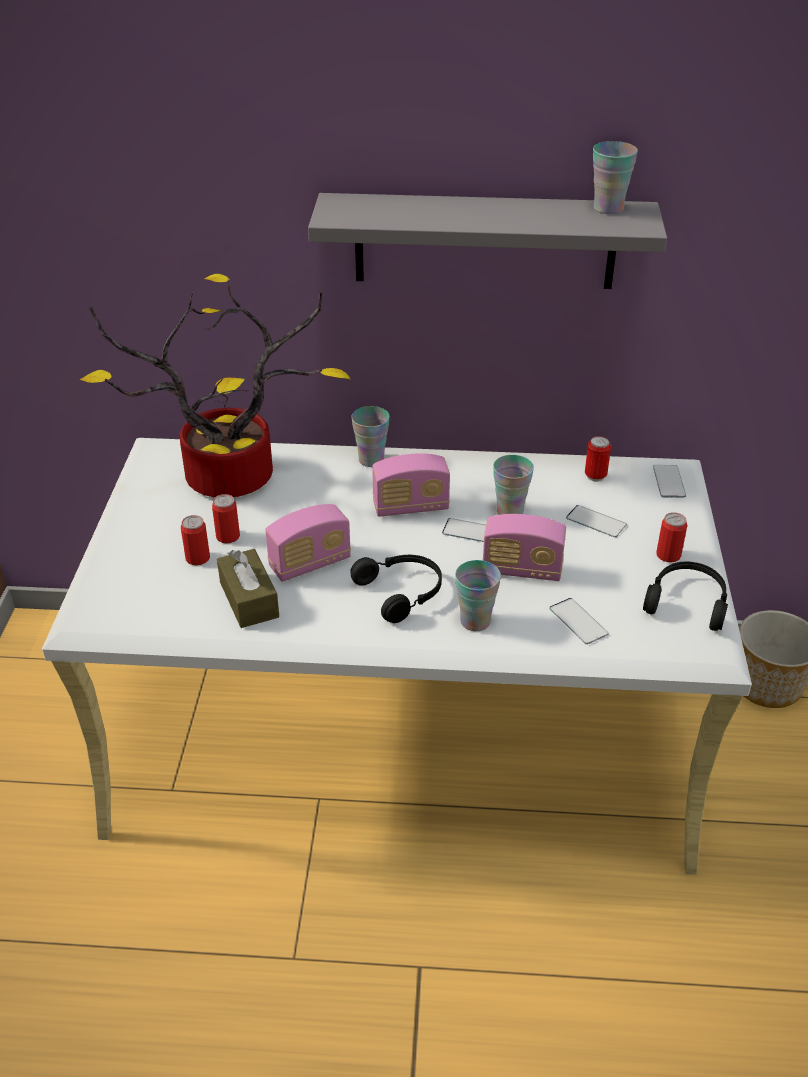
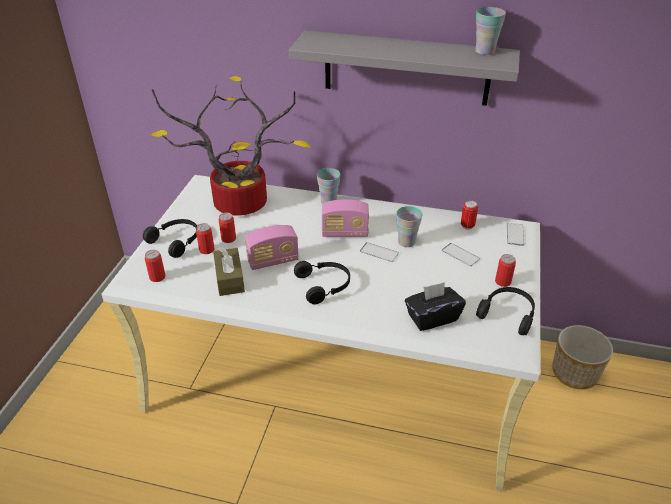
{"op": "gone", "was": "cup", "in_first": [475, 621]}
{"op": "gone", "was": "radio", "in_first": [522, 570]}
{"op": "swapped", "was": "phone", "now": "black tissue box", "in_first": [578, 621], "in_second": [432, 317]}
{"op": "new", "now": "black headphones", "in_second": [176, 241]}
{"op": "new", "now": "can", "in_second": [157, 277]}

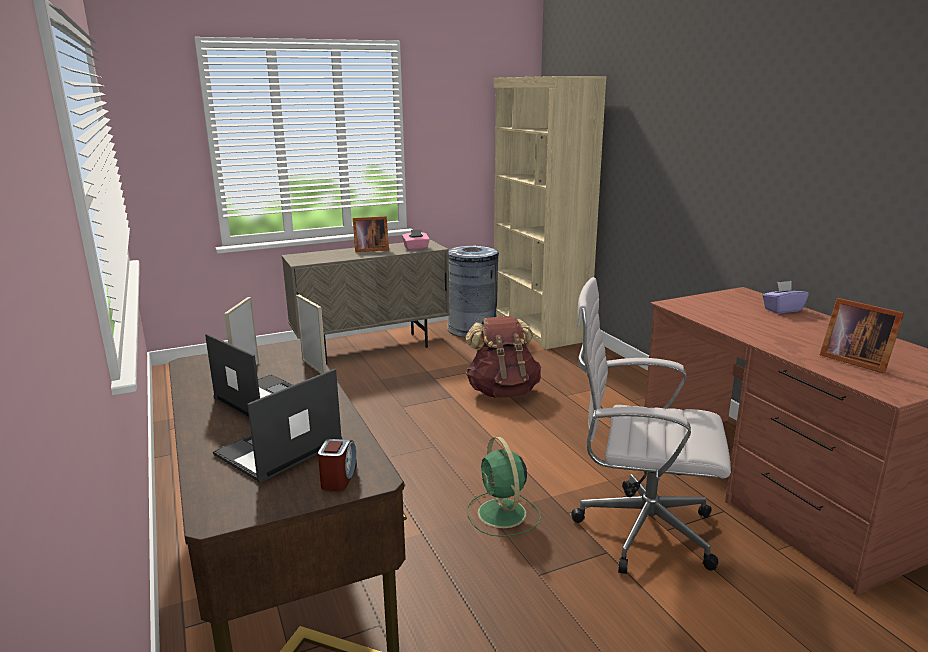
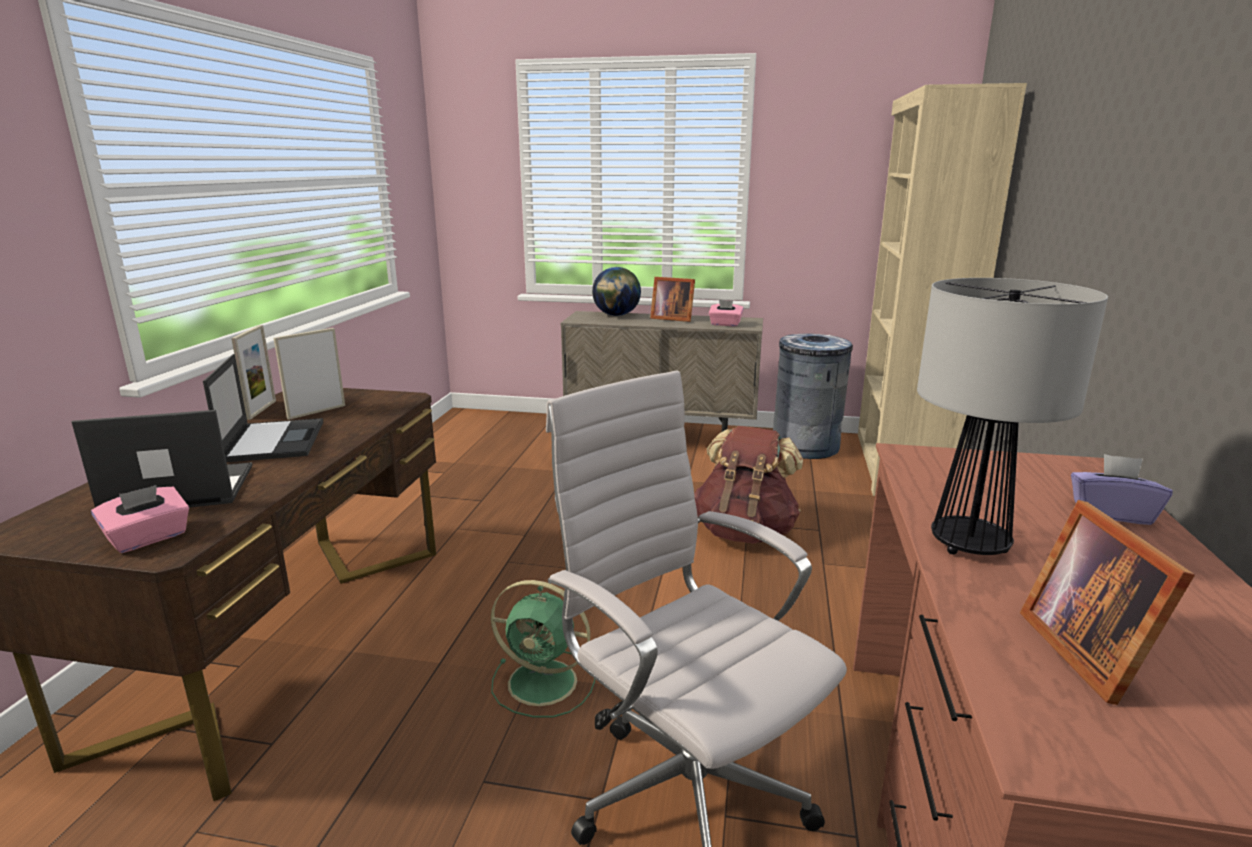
{"op": "shifted", "was": "picture frame", "in_first": [314, 367], "in_second": [262, 410]}
{"op": "swapped", "was": "alarm clock", "now": "pink tissue box", "in_first": [339, 478], "in_second": [148, 538]}
{"op": "rotated", "was": "green fan", "in_first": [503, 514], "in_second": [545, 683], "clockwise": -90}
{"op": "new", "now": "globe", "in_second": [616, 315]}
{"op": "new", "now": "table lamp", "in_second": [970, 545]}

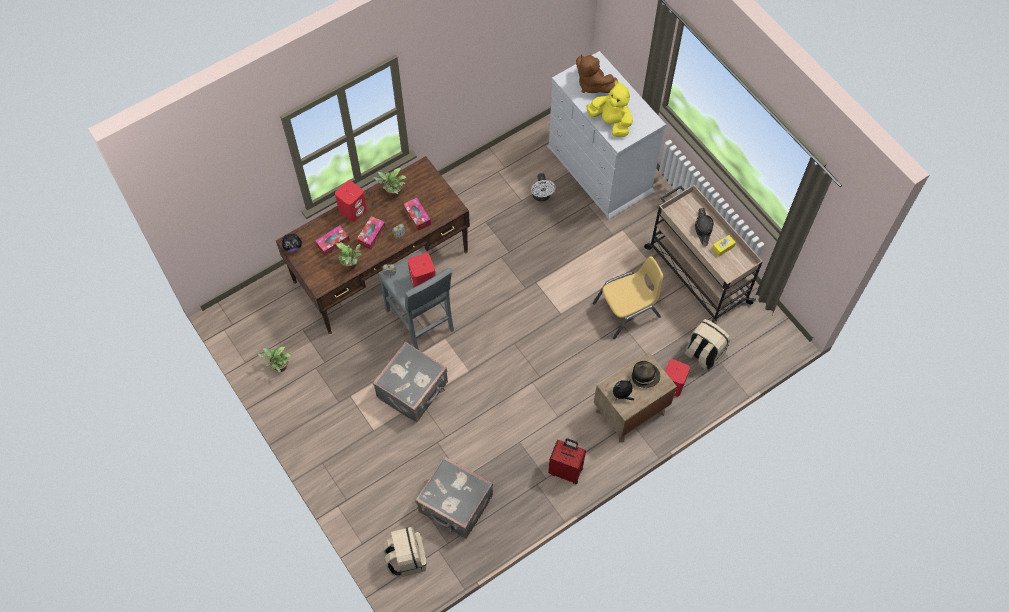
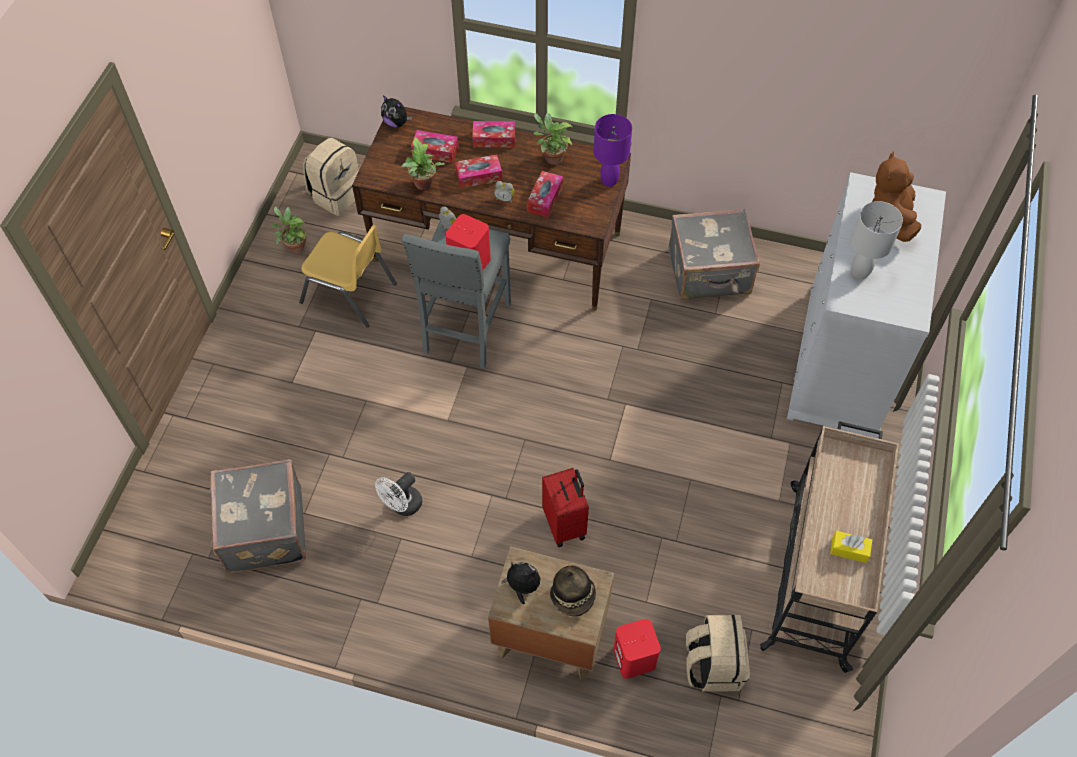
{"op": "swapped", "was": "red speaker", "now": "tissue box", "in_first": [353, 210], "in_second": [494, 139]}
{"op": "shifted", "was": "grey suitcase", "in_first": [413, 391], "in_second": [709, 273]}
{"op": "shifted", "was": "beige backpack", "in_first": [406, 558], "in_second": [336, 194]}
{"op": "shifted", "was": "white fan", "in_first": [541, 196], "in_second": [402, 506]}
{"op": "shifted", "was": "red suitcase", "in_first": [566, 470], "in_second": [565, 524]}
{"op": "swapped", "was": "yellow plush toy", "now": "white table lamp", "in_first": [611, 122], "in_second": [860, 272]}
{"op": "shifted", "was": "yellow chair", "in_first": [627, 310], "in_second": [349, 293]}
{"op": "gone", "was": "black hat", "in_first": [703, 228]}
{"op": "new", "now": "purple table lamp", "in_second": [610, 181]}

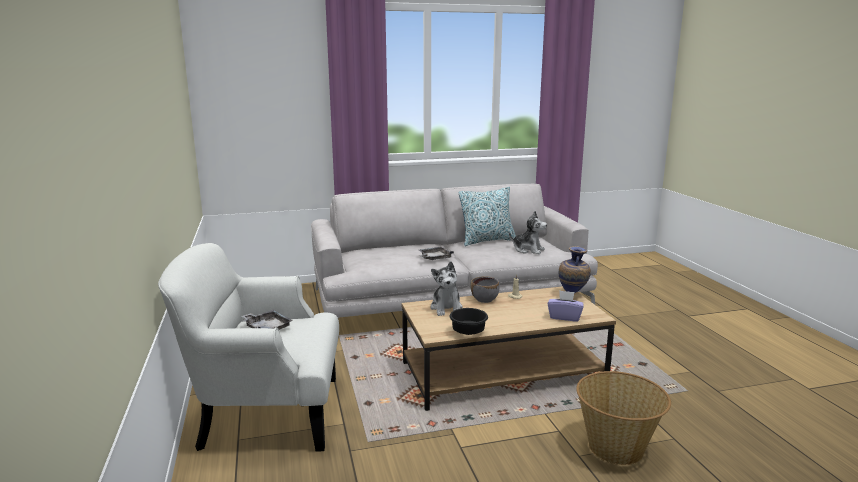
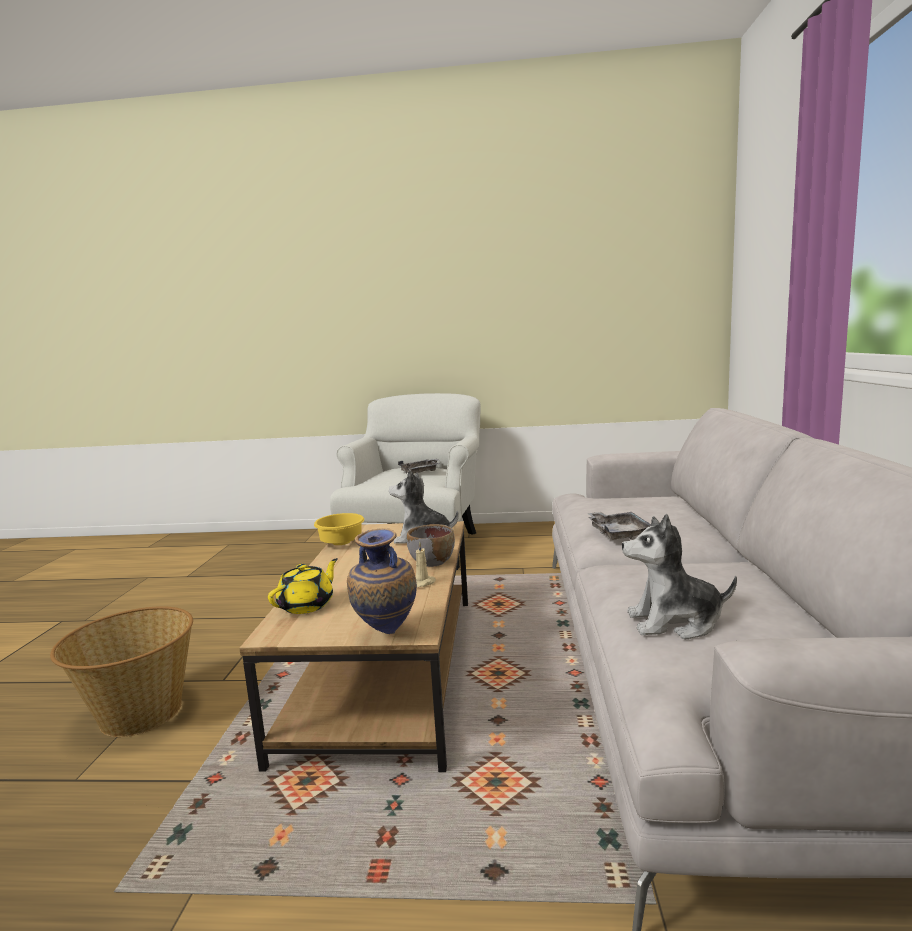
{"op": "repainted", "was": "black bowl", "now": "yellow bowl", "in_first": [467, 332], "in_second": [342, 542]}
{"op": "gone", "was": "pillow", "in_first": [487, 240]}
{"op": "rotated", "was": "plush toy", "in_first": [528, 250], "in_second": [674, 622], "clockwise": 45}
{"op": "swapped", "was": "purple tissue box", "now": "yellow teapot", "in_first": [564, 317], "in_second": [307, 605]}

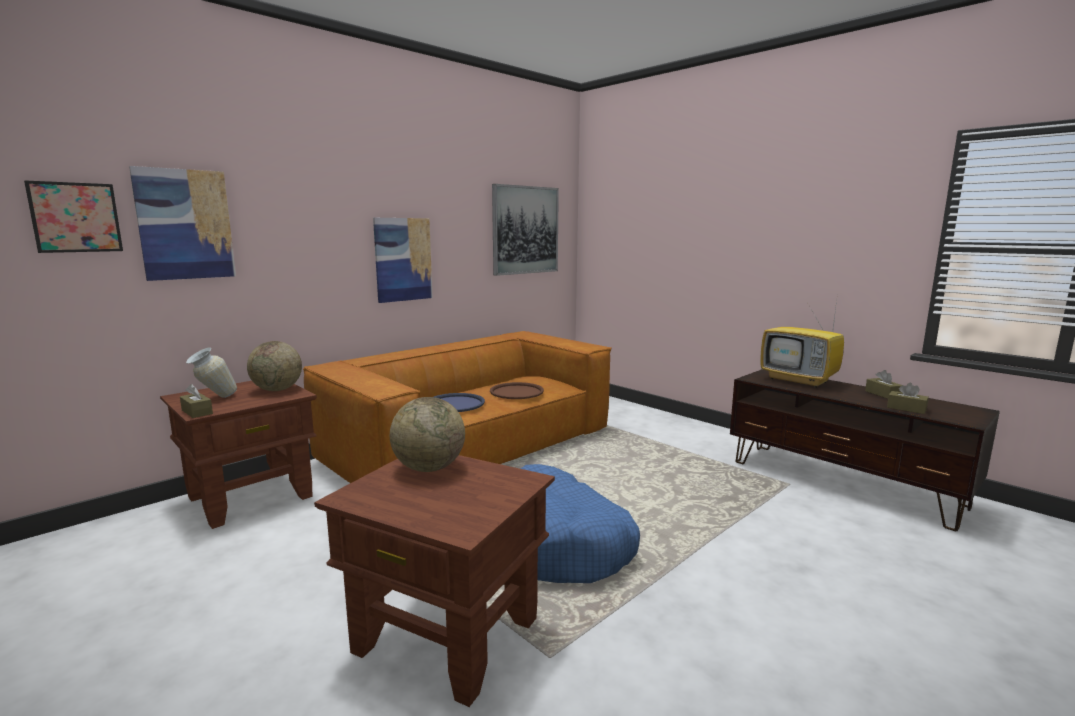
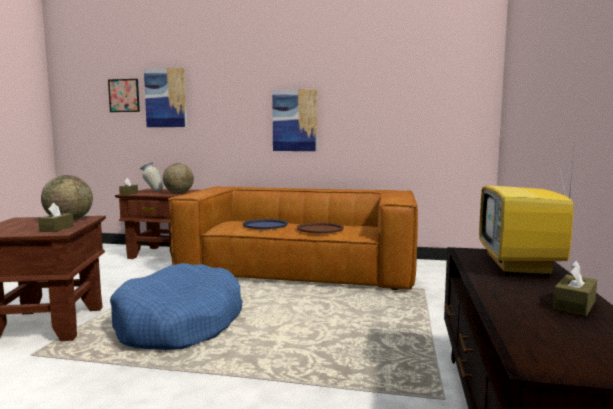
{"op": "gone", "was": "picture", "in_first": [525, 230]}
{"op": "shifted", "was": "brown tissue box", "in_first": [906, 408], "in_second": [57, 229]}

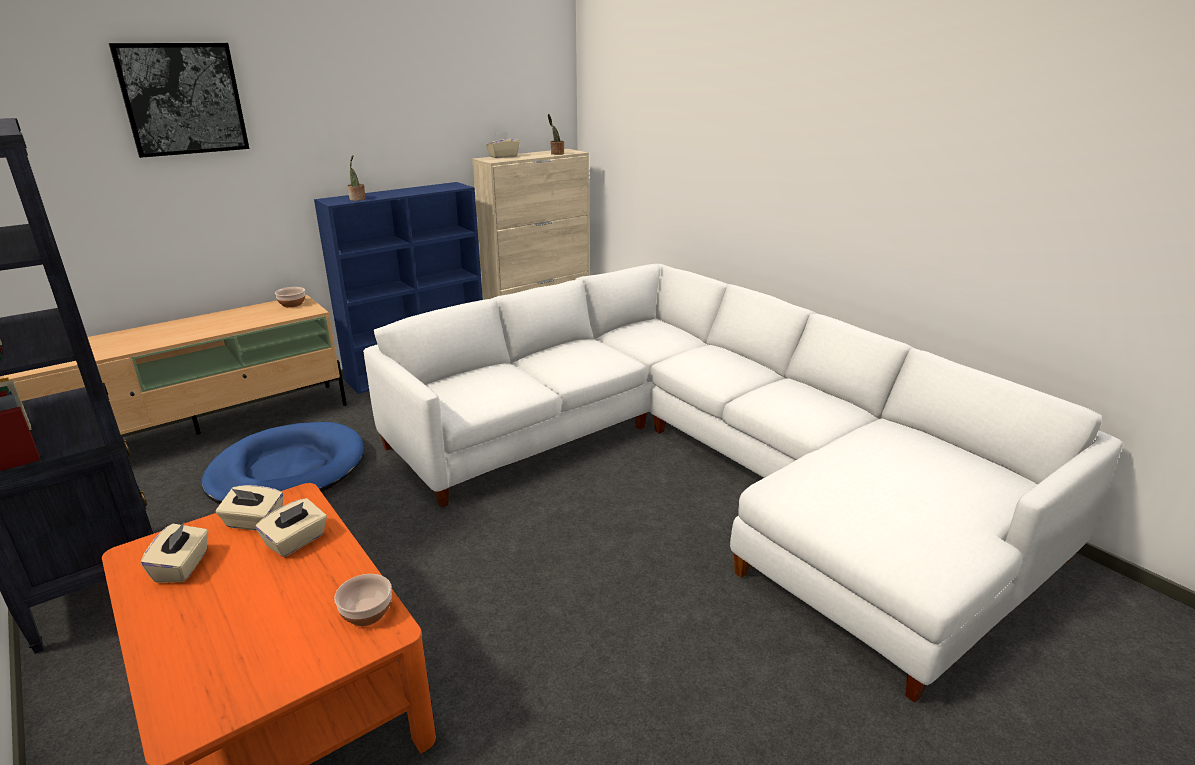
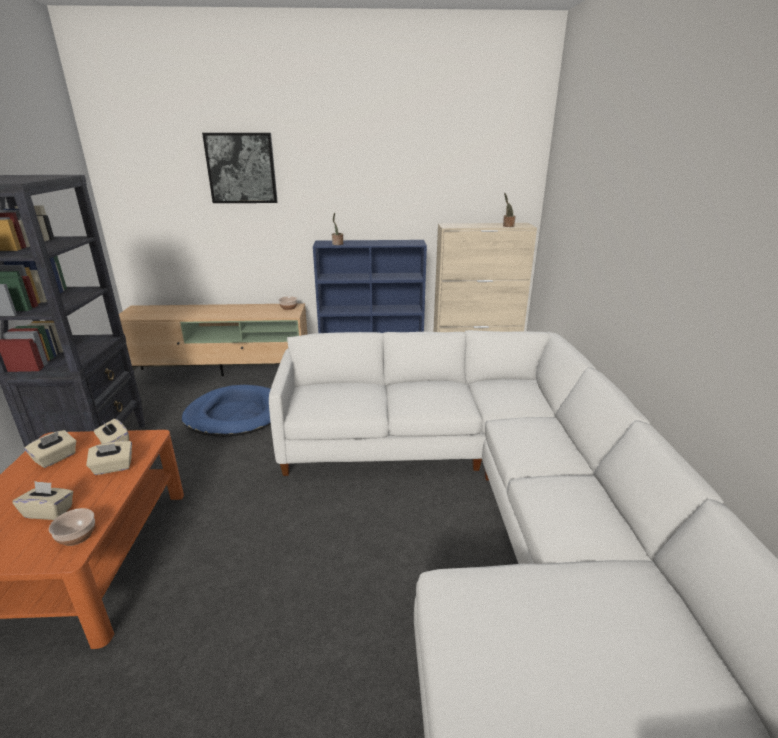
{"op": "shifted", "was": "beige tissue box", "in_first": [503, 156], "in_second": [49, 511]}

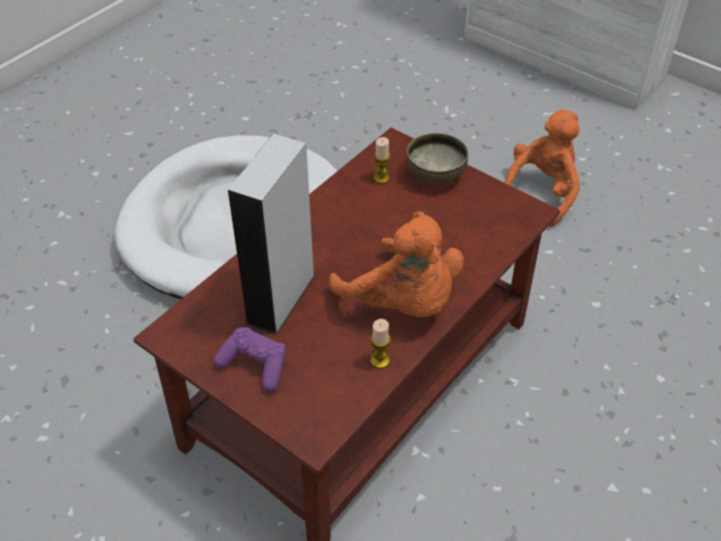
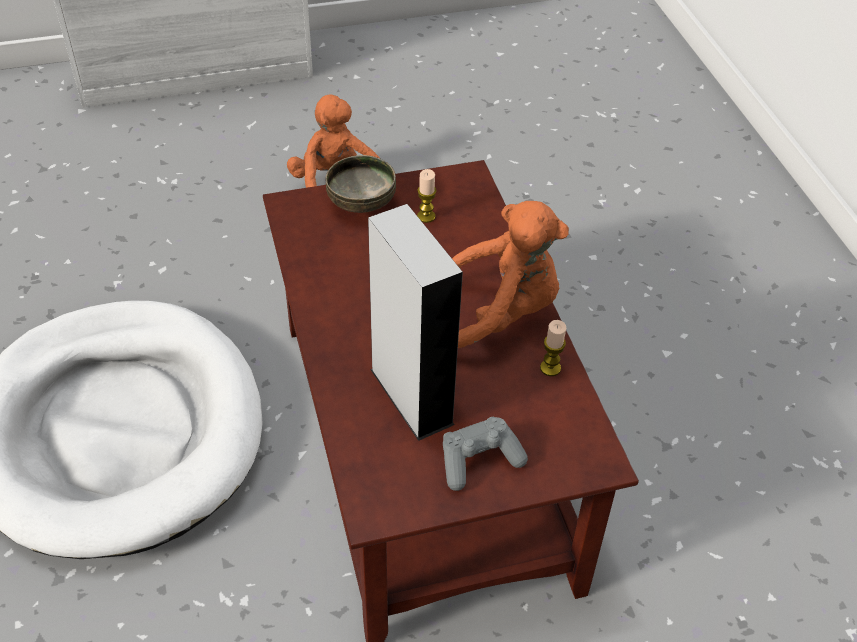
{"op": "repainted", "was": "purple game controller", "now": "grey game controller", "in_first": [255, 365], "in_second": [478, 461]}
{"op": "shifted", "was": "candle", "in_first": [381, 178], "in_second": [426, 216]}

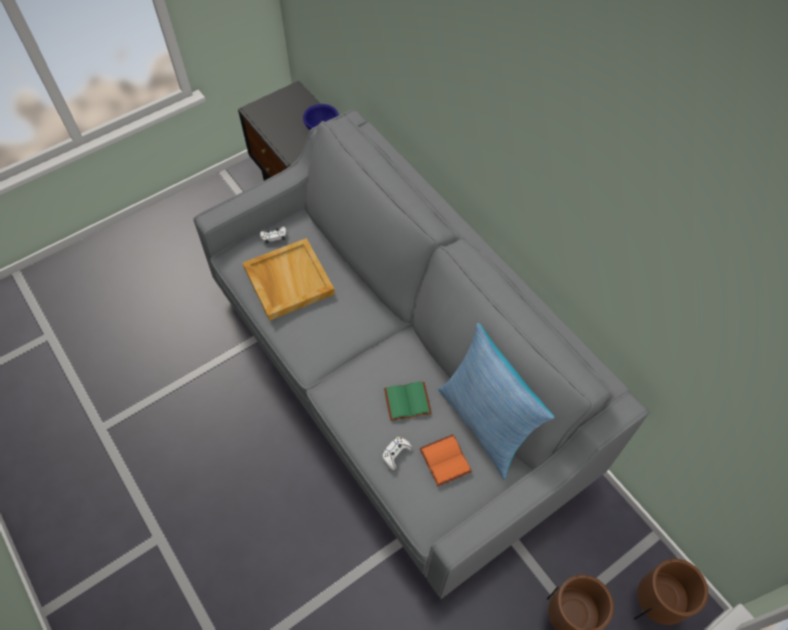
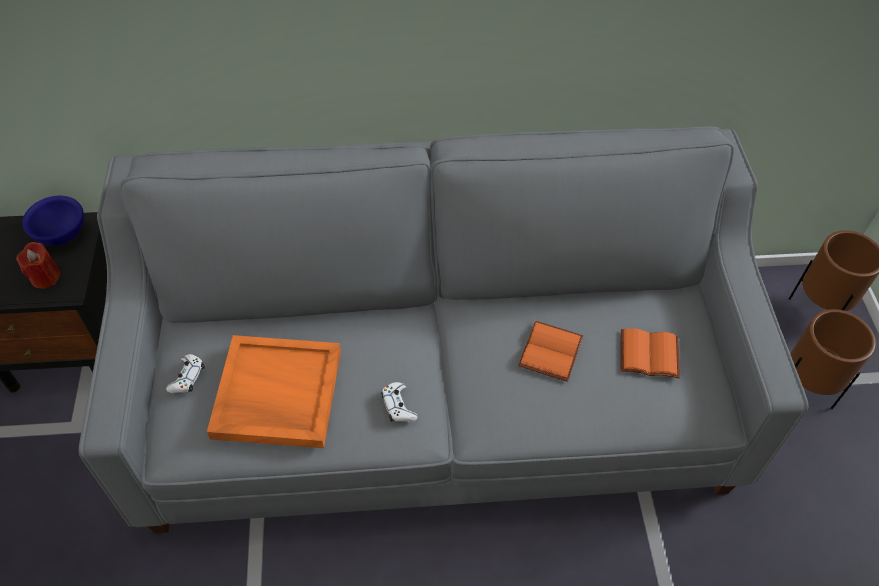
{"op": "repainted", "was": "beige tray", "now": "orange tray", "in_first": [288, 280], "in_second": [276, 394]}
{"op": "shifted", "was": "white game controller", "in_first": [396, 453], "in_second": [398, 406]}
{"op": "repainted", "was": "green book", "now": "orange book", "in_first": [407, 403], "in_second": [552, 353]}
{"op": "gone", "was": "pillow", "in_first": [486, 423]}
{"op": "new", "now": "red candle", "in_second": [45, 277]}

